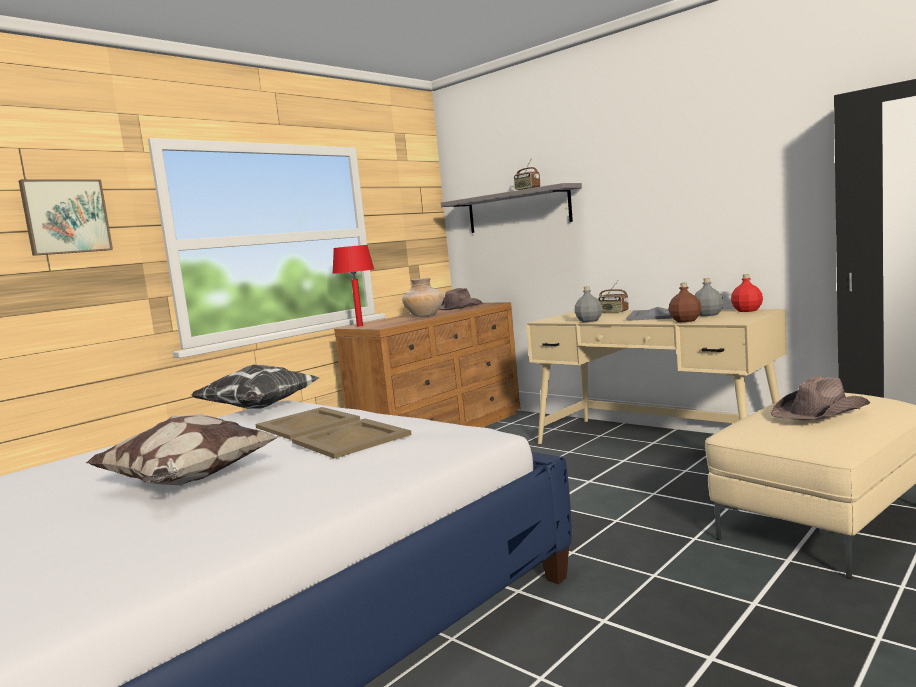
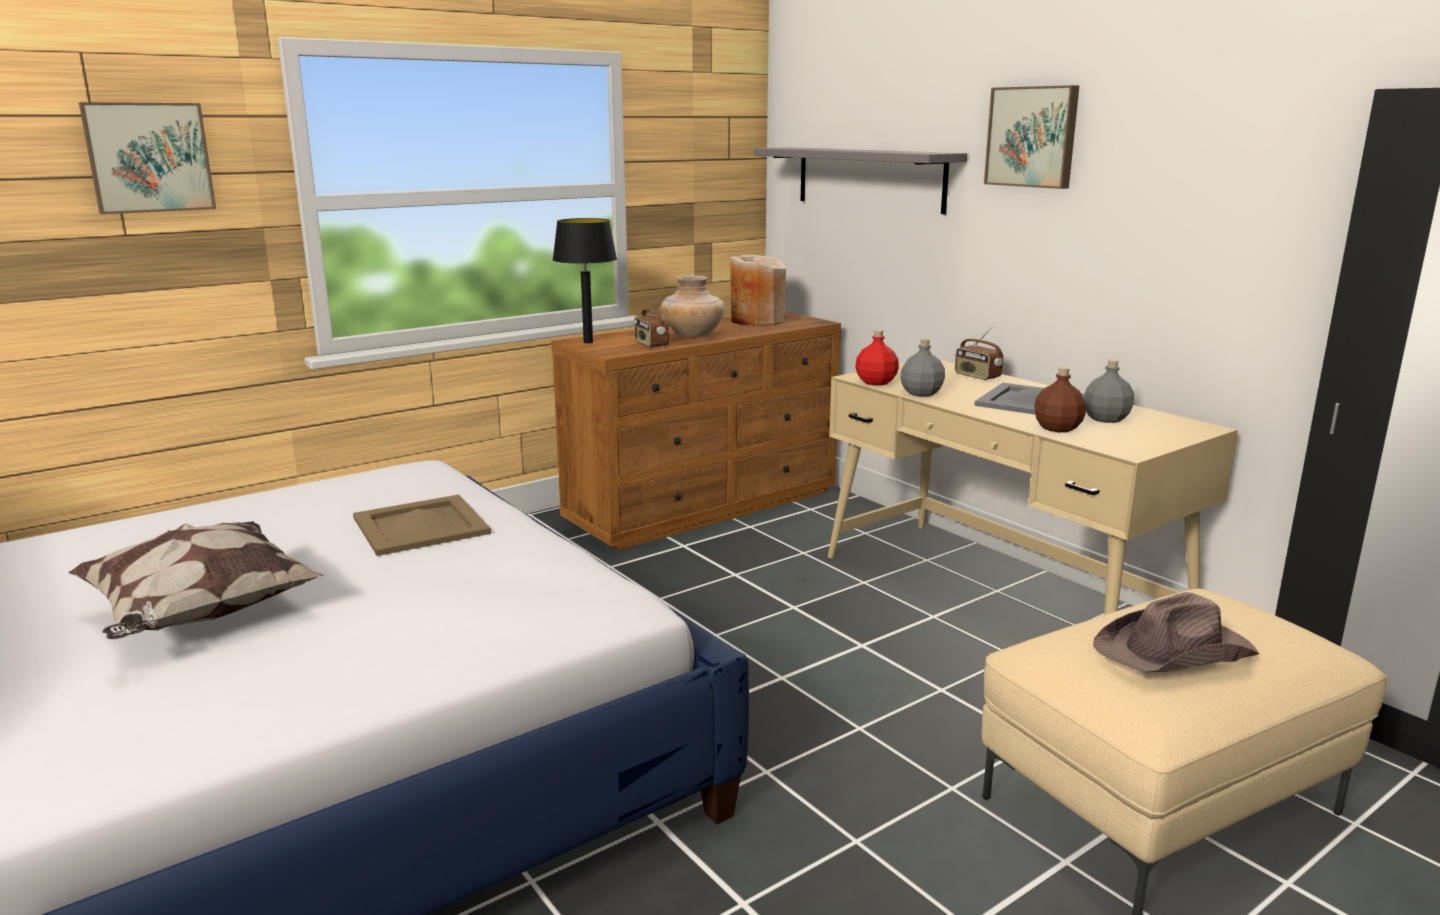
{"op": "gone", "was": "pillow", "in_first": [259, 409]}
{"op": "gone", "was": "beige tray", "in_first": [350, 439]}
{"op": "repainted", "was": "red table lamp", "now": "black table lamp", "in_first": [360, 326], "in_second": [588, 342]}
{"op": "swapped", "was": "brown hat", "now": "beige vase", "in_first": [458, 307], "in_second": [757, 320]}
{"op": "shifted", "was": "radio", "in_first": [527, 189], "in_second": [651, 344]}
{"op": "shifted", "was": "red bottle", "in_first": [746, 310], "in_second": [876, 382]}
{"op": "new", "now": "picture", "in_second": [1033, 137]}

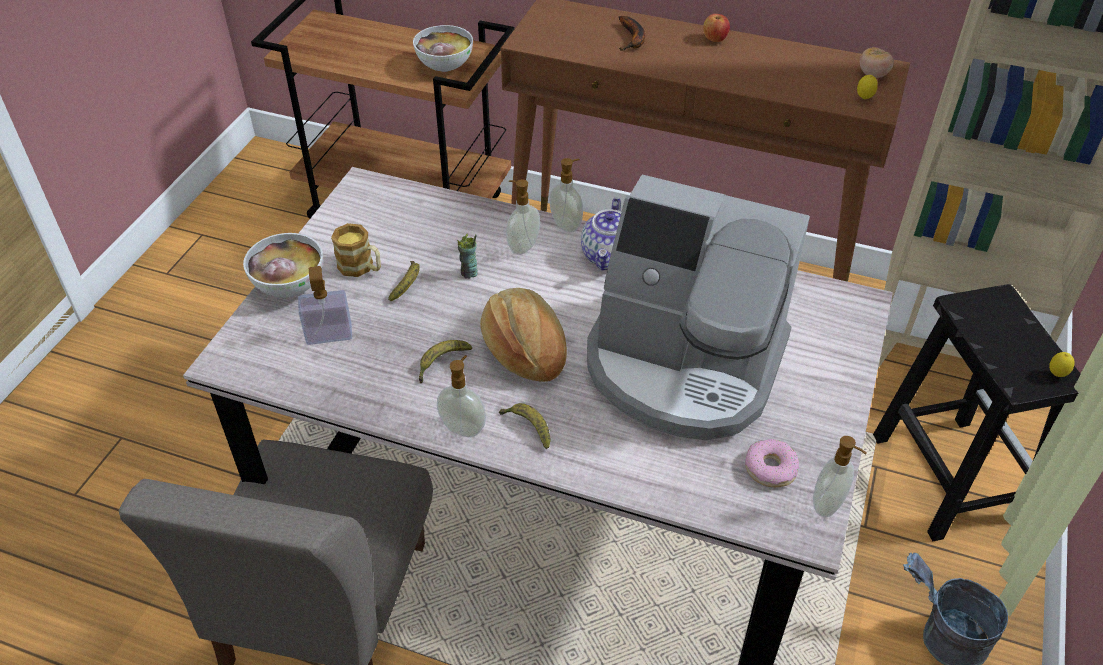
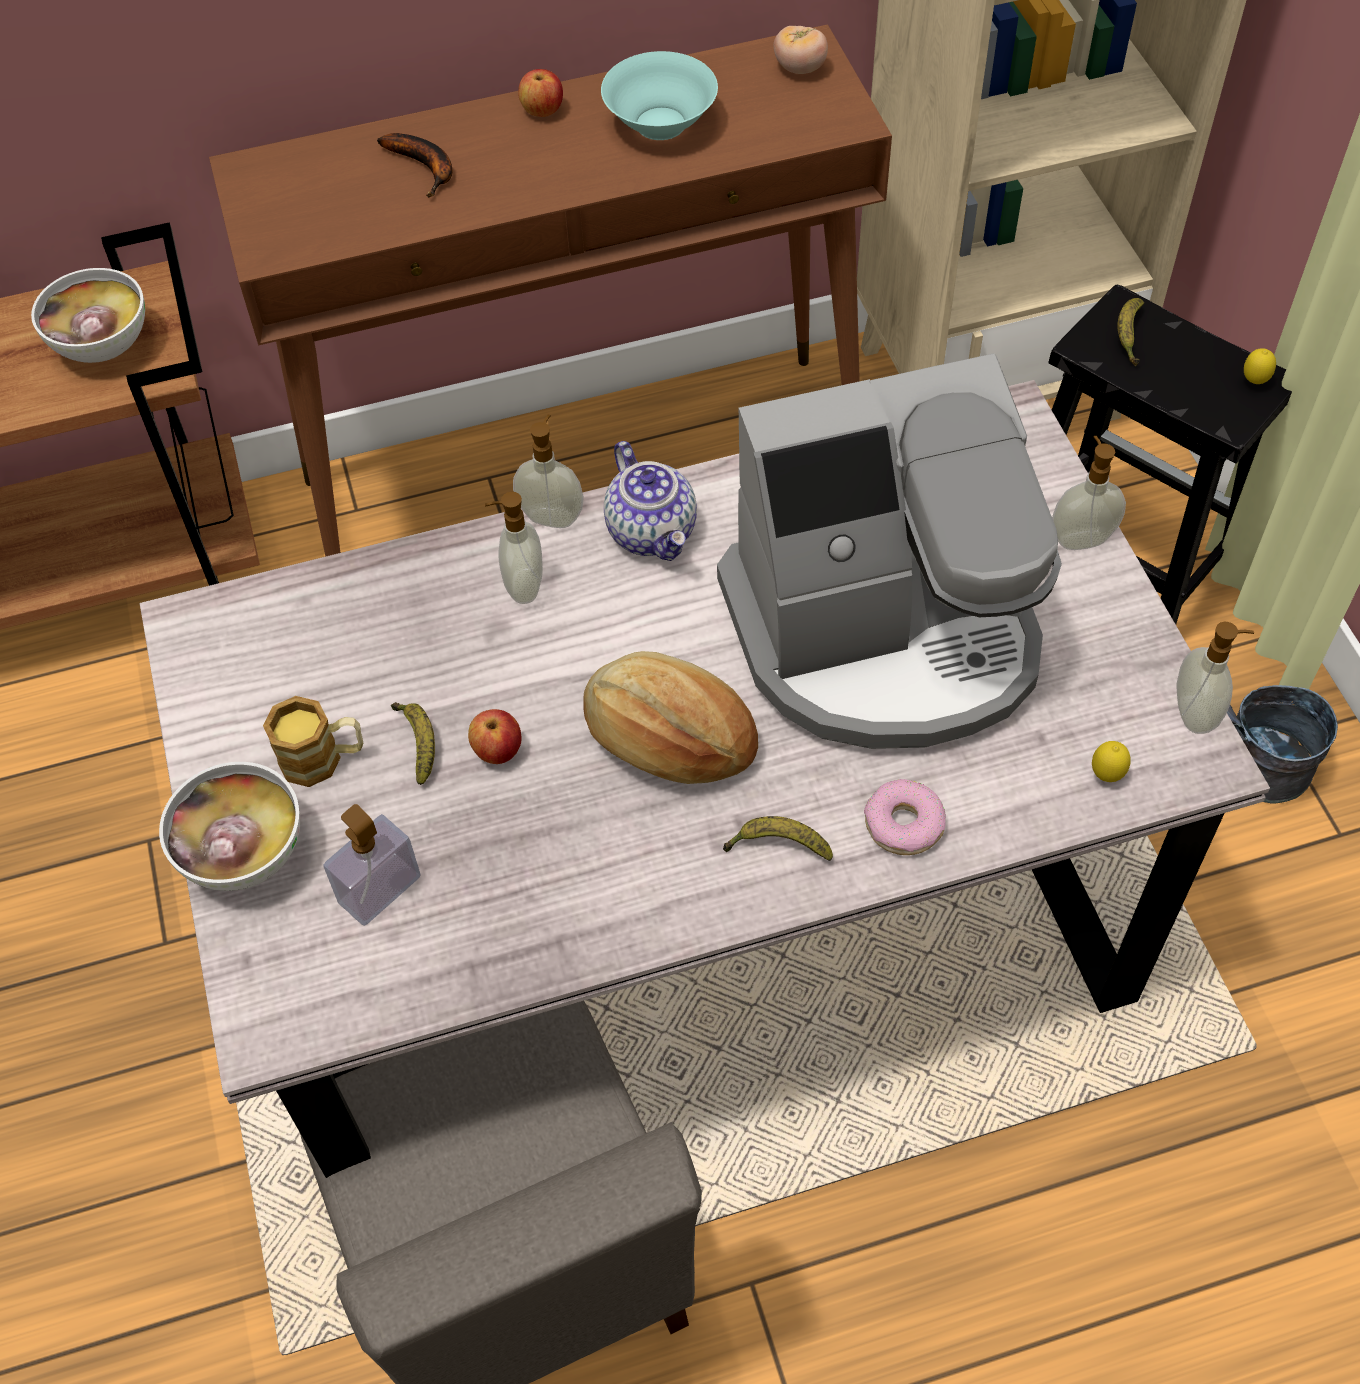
{"op": "shifted", "was": "banana", "in_first": [441, 363], "in_second": [1128, 336]}
{"op": "shifted", "was": "soap dispenser", "in_first": [463, 427], "in_second": [1081, 538]}
{"op": "gone", "was": "cup", "in_first": [469, 273]}
{"op": "shifted", "was": "donut", "in_first": [770, 468], "in_second": [904, 824]}
{"op": "shifted", "was": "lemon", "in_first": [864, 99], "in_second": [1106, 775]}
{"op": "new", "now": "apple", "in_second": [498, 751]}
{"op": "new", "now": "turquoise bowl", "in_second": [660, 124]}

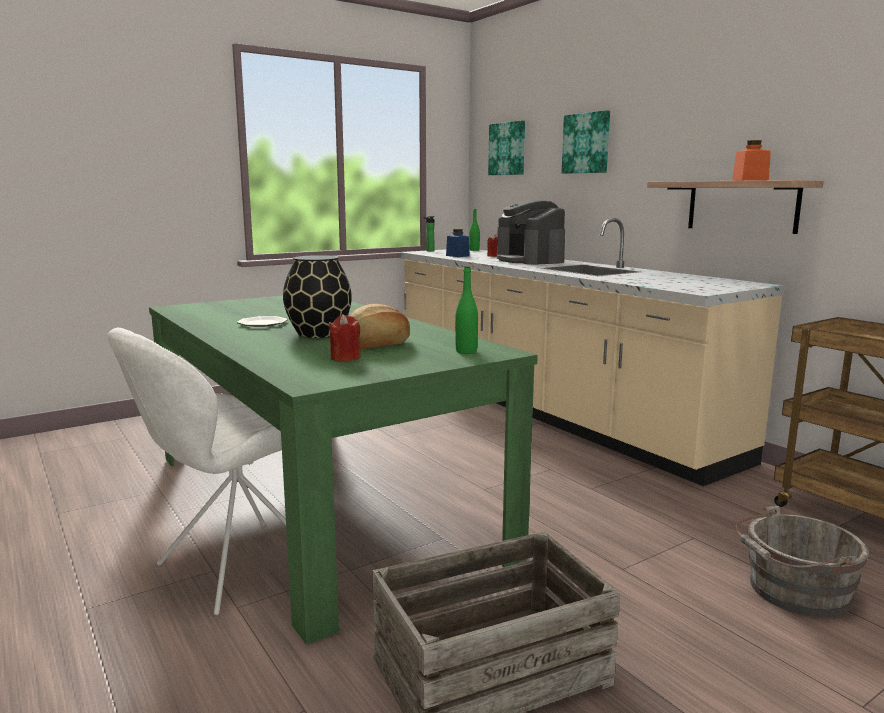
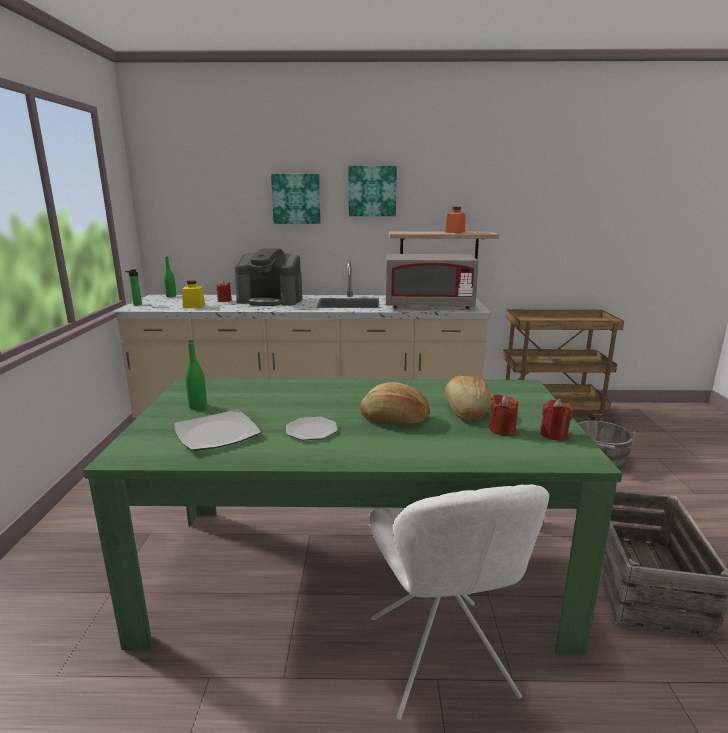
{"op": "swapped", "was": "black vase", "now": "bread", "in_first": [319, 333], "in_second": [394, 419]}
{"op": "repainted", "was": "blue jar", "now": "yellow jar", "in_first": [457, 256], "in_second": [194, 306]}
{"op": "shifted", "was": "green bottle", "in_first": [466, 351], "in_second": [198, 406]}
{"op": "shifted", "was": "picture", "in_first": [508, 149], "in_second": [372, 191]}
{"op": "new", "now": "plate", "in_second": [218, 434]}
{"op": "new", "now": "grey microwave", "in_second": [428, 306]}
{"op": "new", "now": "red candle", "in_second": [553, 435]}

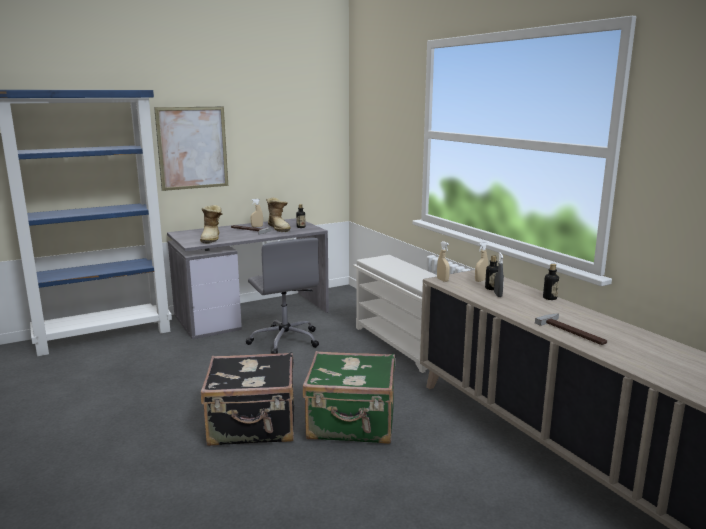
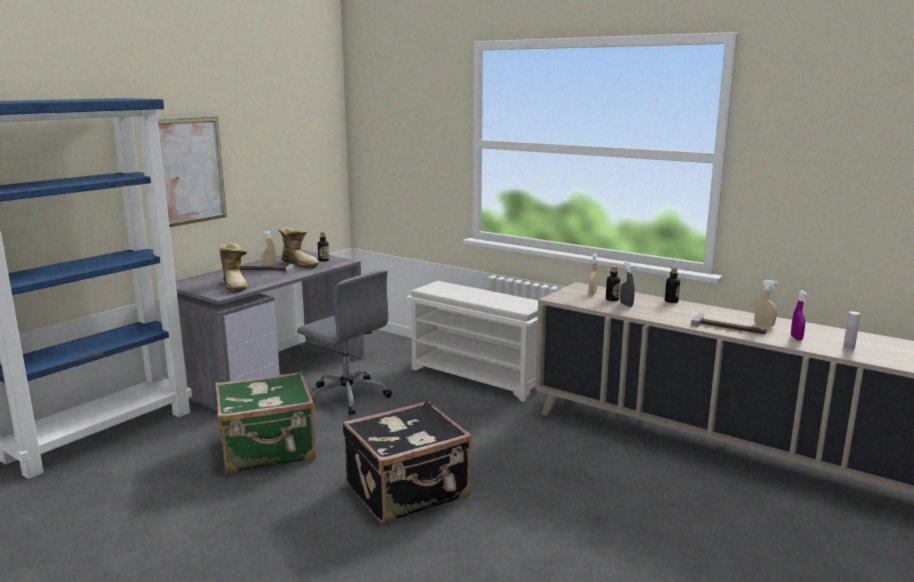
{"op": "shifted", "was": "green suitcase", "in_first": [352, 424], "in_second": [268, 450]}
{"op": "shifted", "was": "beige spray bottle", "in_first": [442, 280], "in_second": [764, 325]}
{"op": "new", "now": "purple spray bottle", "in_second": [796, 338]}
{"op": "new", "now": "white bottle", "in_second": [848, 348]}

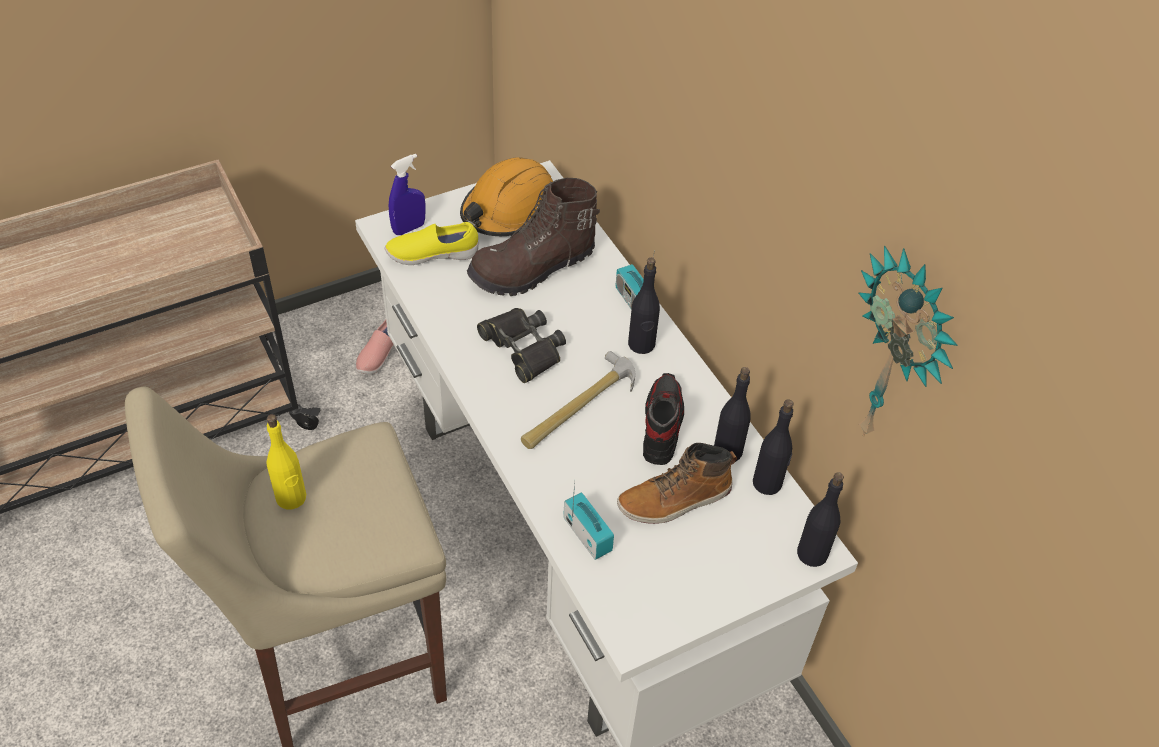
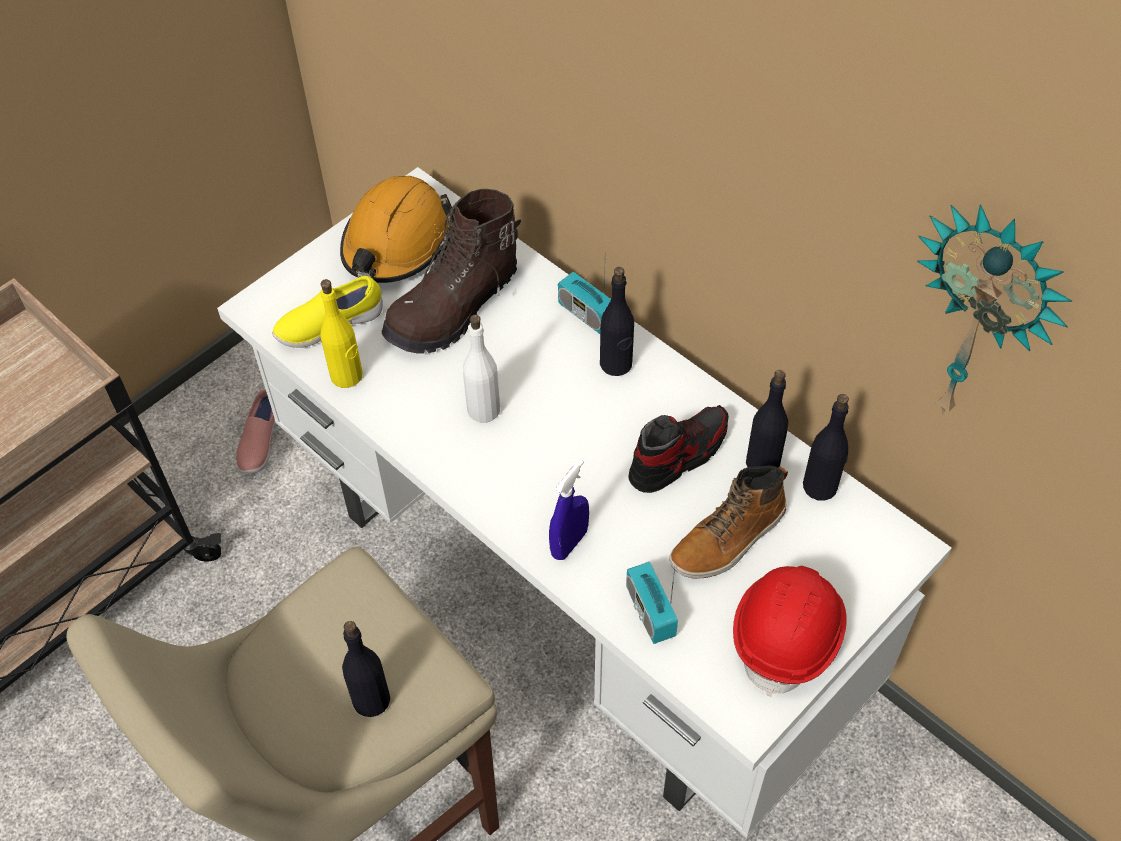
{"op": "shifted", "was": "yellow bottle", "in_first": [291, 498], "in_second": [347, 376]}
{"op": "shifted", "was": "blue spray bottle", "in_first": [409, 228], "in_second": [569, 543]}
{"op": "swapped", "was": "black binoculars", "now": "white bottle", "in_first": [523, 348], "in_second": [484, 409]}
{"op": "gone", "was": "hammer", "in_first": [578, 406]}
{"op": "rotated", "was": "radio", "in_first": [587, 535], "in_second": [650, 612], "clockwise": -150}
{"op": "rotated", "was": "shoe", "in_first": [661, 426], "in_second": [678, 455], "clockwise": 60}
{"op": "shifted", "was": "black bottle", "in_first": [812, 553], "in_second": [371, 699]}
{"op": "new", "now": "red hard hat", "in_second": [788, 634]}

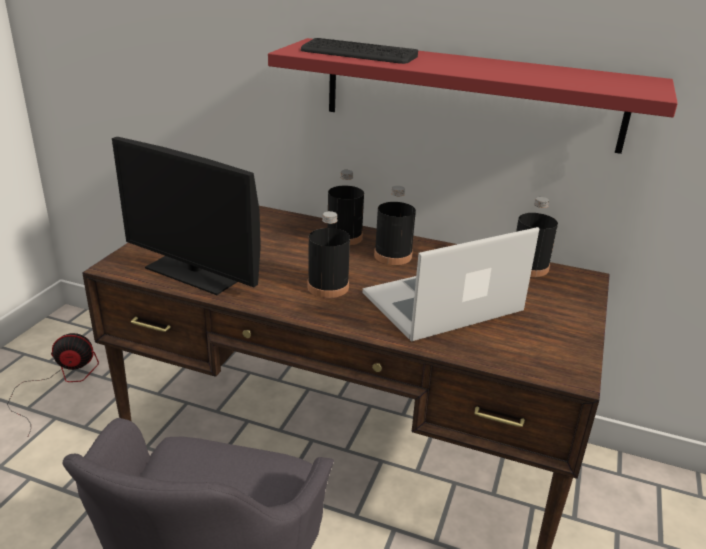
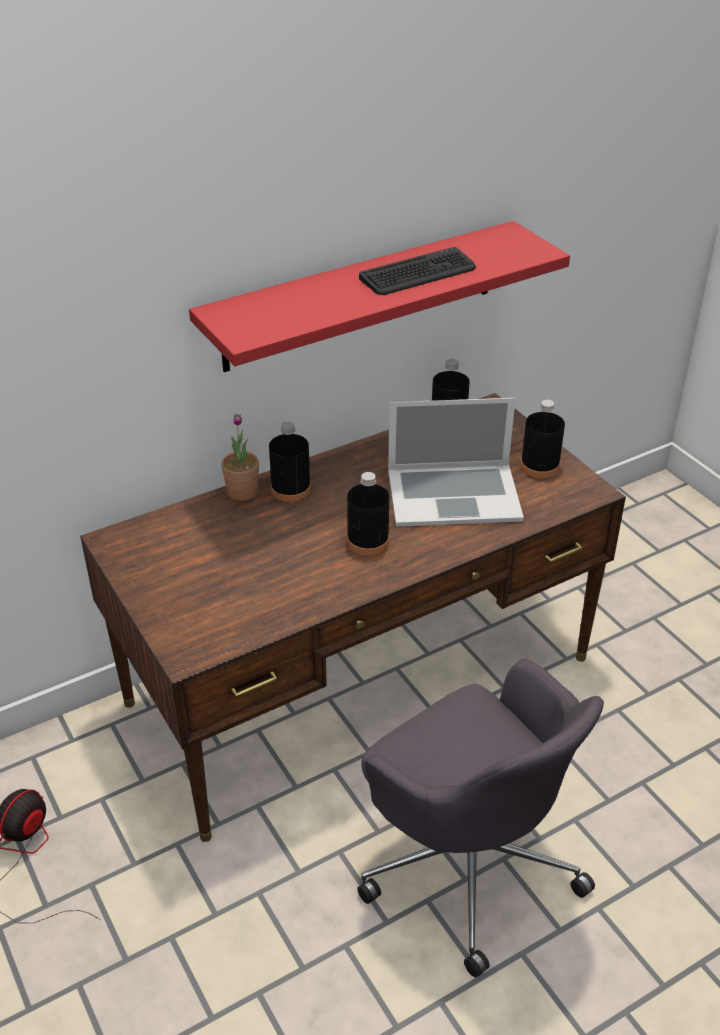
{"op": "gone", "was": "monitor", "in_first": [194, 272]}
{"op": "shifted", "was": "keyboard", "in_first": [358, 53], "in_second": [418, 273]}
{"op": "rotated", "was": "laptop", "in_first": [443, 303], "in_second": [453, 494], "clockwise": -105}
{"op": "shifted", "was": "black bottle", "in_first": [393, 256], "in_second": [539, 466]}
{"op": "new", "now": "potted plant", "in_second": [242, 491]}

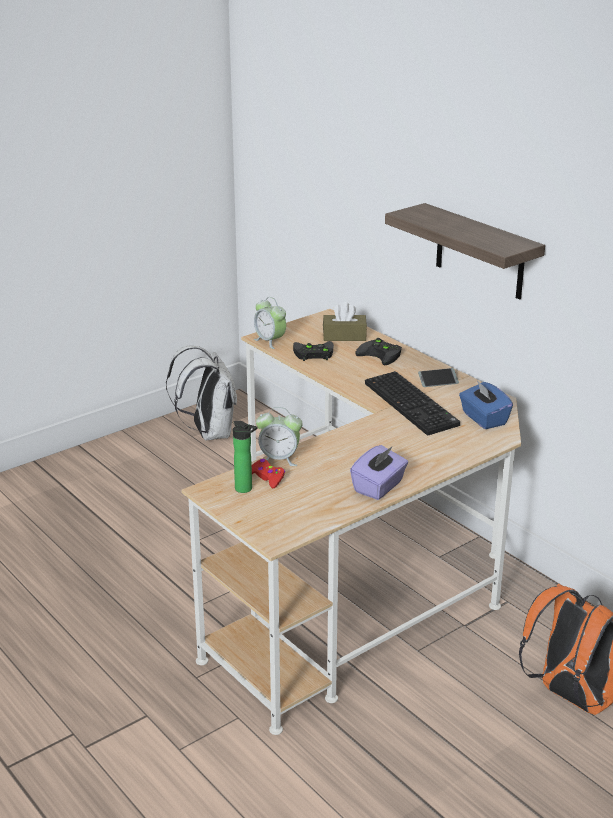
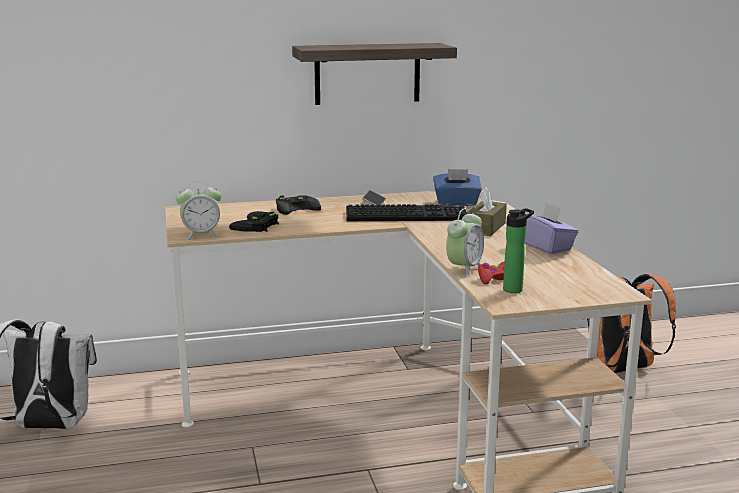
{"op": "shifted", "was": "brown tissue box", "in_first": [344, 336], "in_second": [486, 228]}

